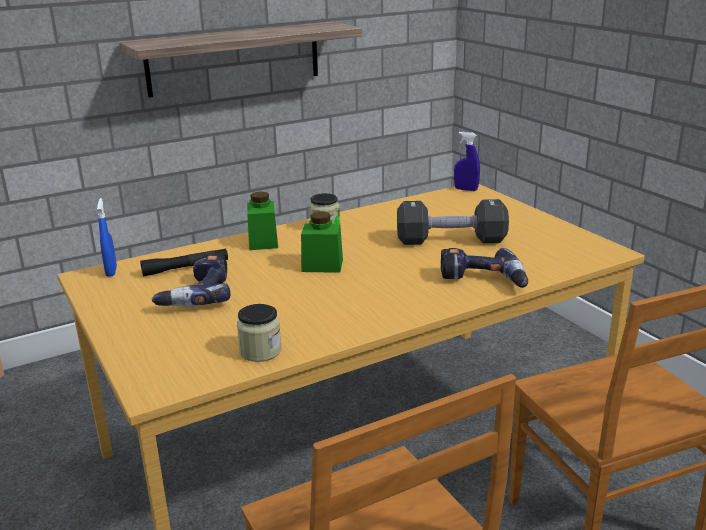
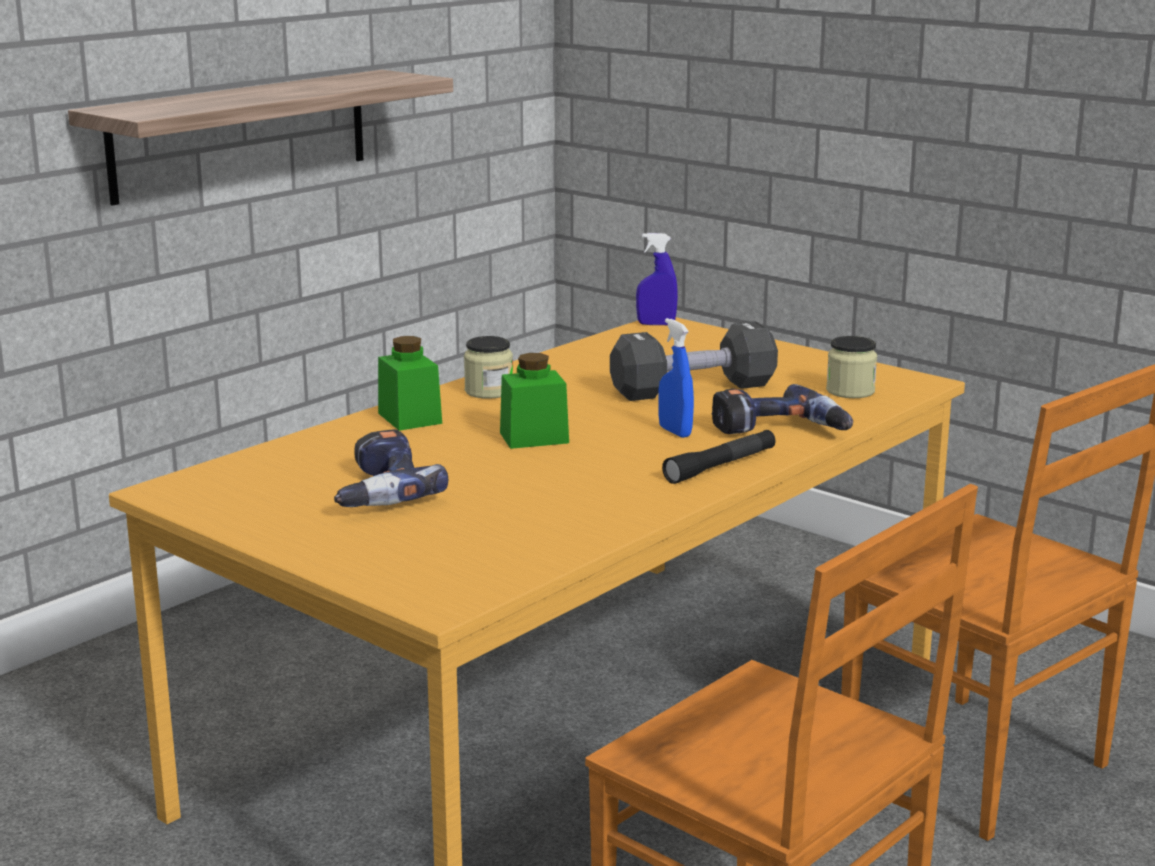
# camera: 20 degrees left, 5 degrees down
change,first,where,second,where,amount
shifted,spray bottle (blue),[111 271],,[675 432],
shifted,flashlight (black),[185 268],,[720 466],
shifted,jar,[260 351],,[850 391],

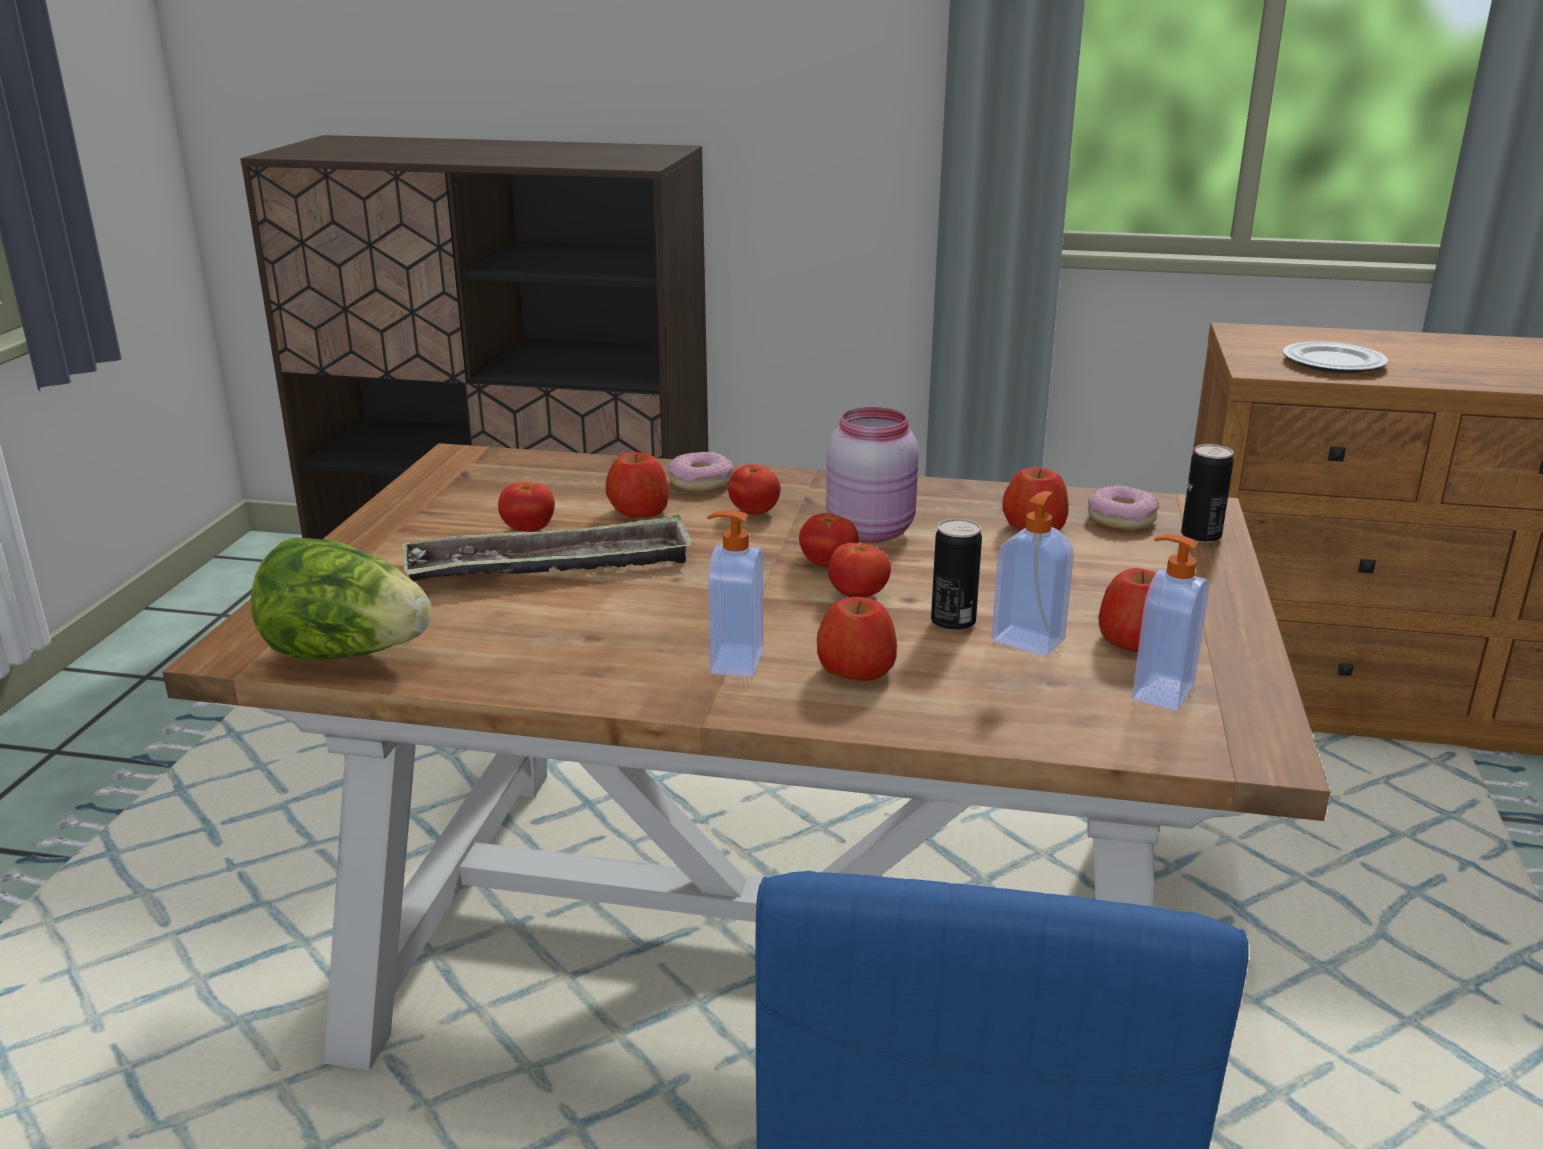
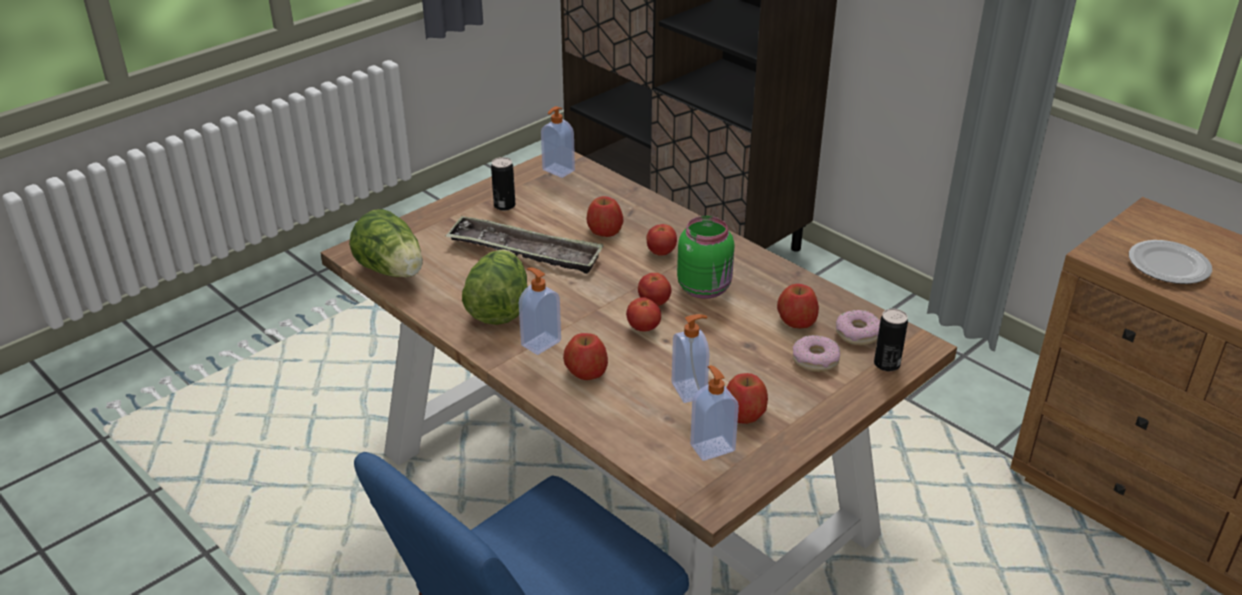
# camera: 35 degrees right, 10 degrees up
change,first,where,second,where,amount
gone,tomato,[528 530],,,
new,,,lettuce,[498 308],
new,,,soap dispenser,[557 171],
shifted,donut,[700 482],,[815 360],
shifted,can,[953 622],,[504 205],
repainted,jar (pink),[871 530],jar (green),[705 288],

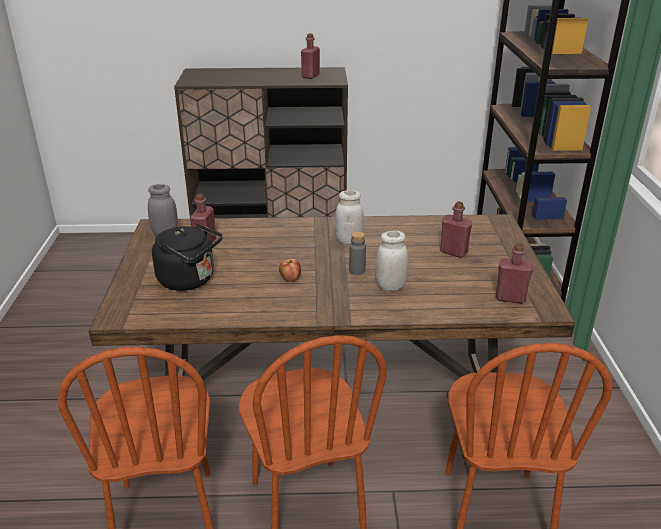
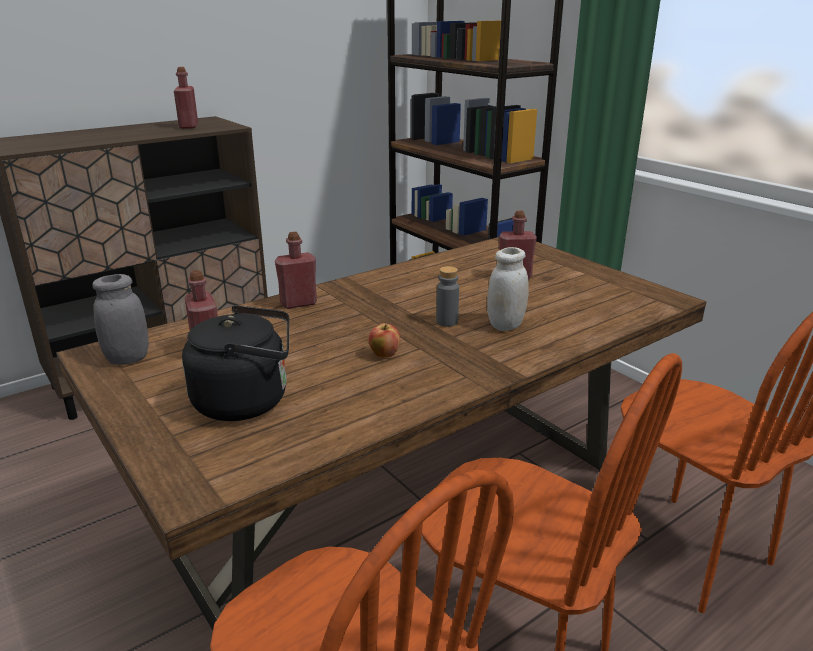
# camera: 35 degrees left, 5 degrees down
change,first,where,second,where,amount
gone,jar (white),[349 240],,,
shifted,bottle (red),[510 298],,[298 303],

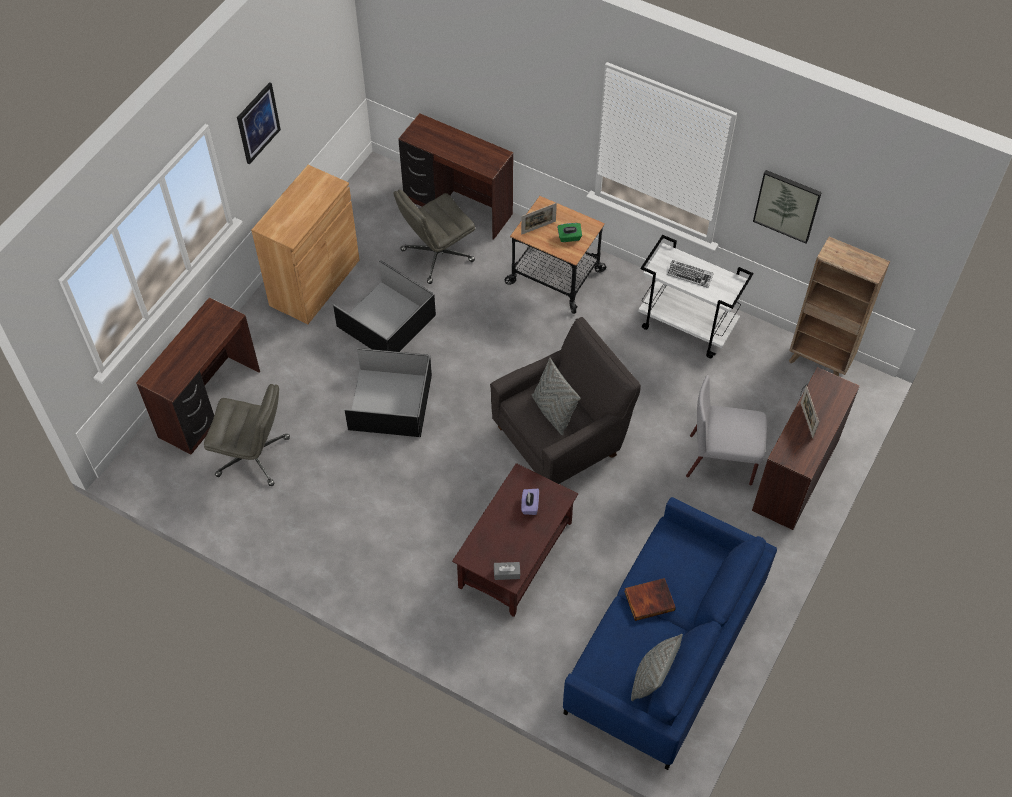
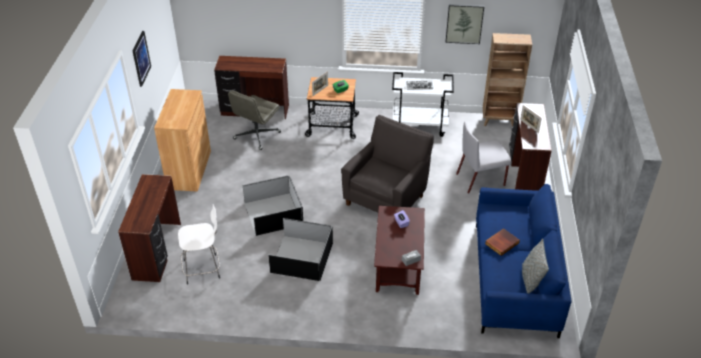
# camera: 25 degrees left, 15 degrees down
change,first,where,second,where,amount
gone,pillow (grey),[553 412],,,
shifted,storage box (black),[386 319],,[302 257],
swapped,office chair (grey),[254 456],stool (white),[203 269],

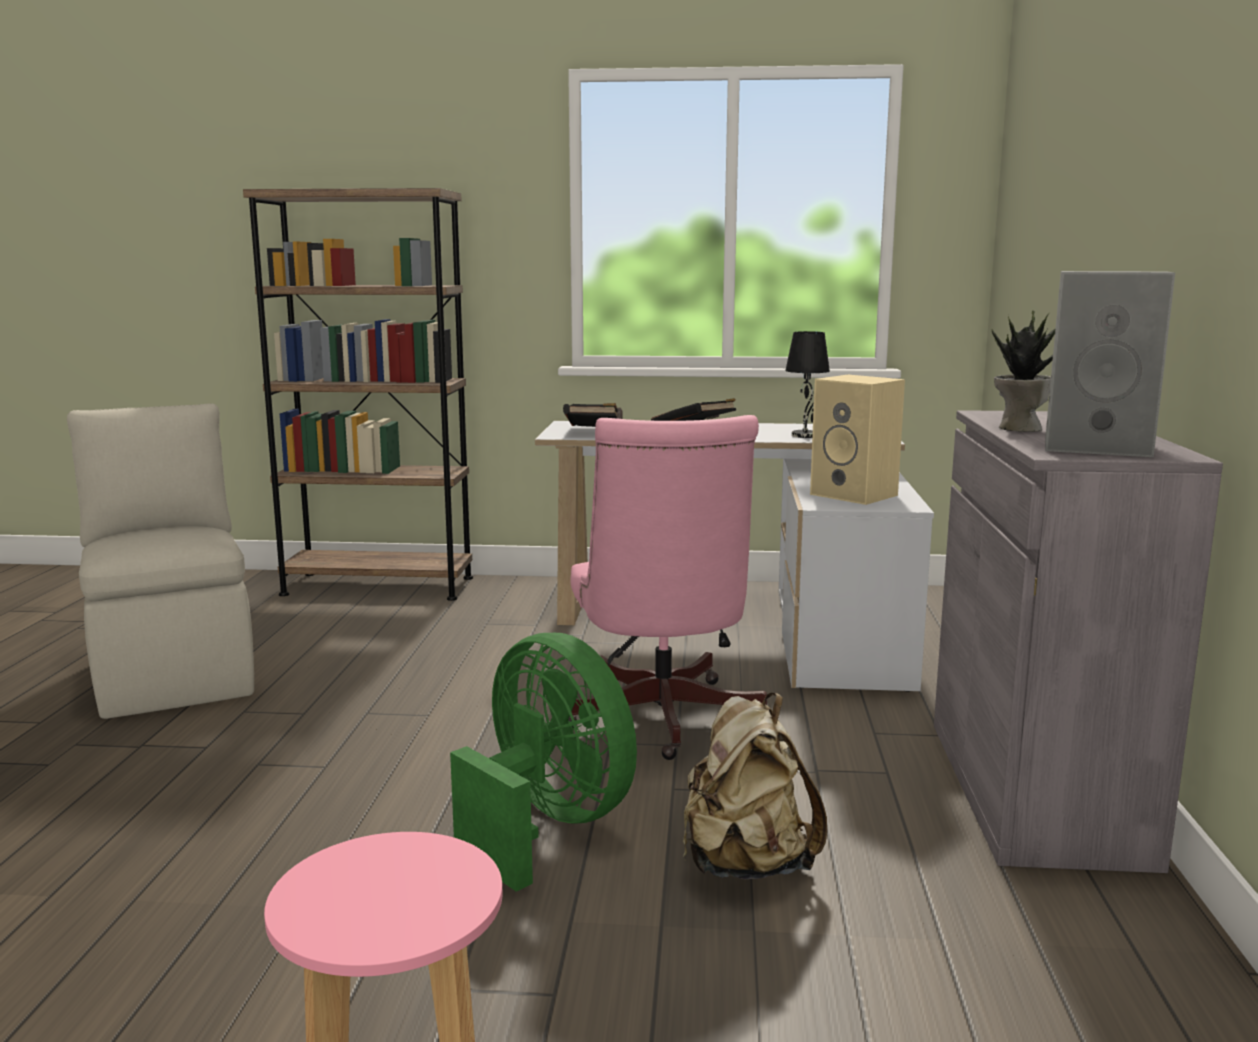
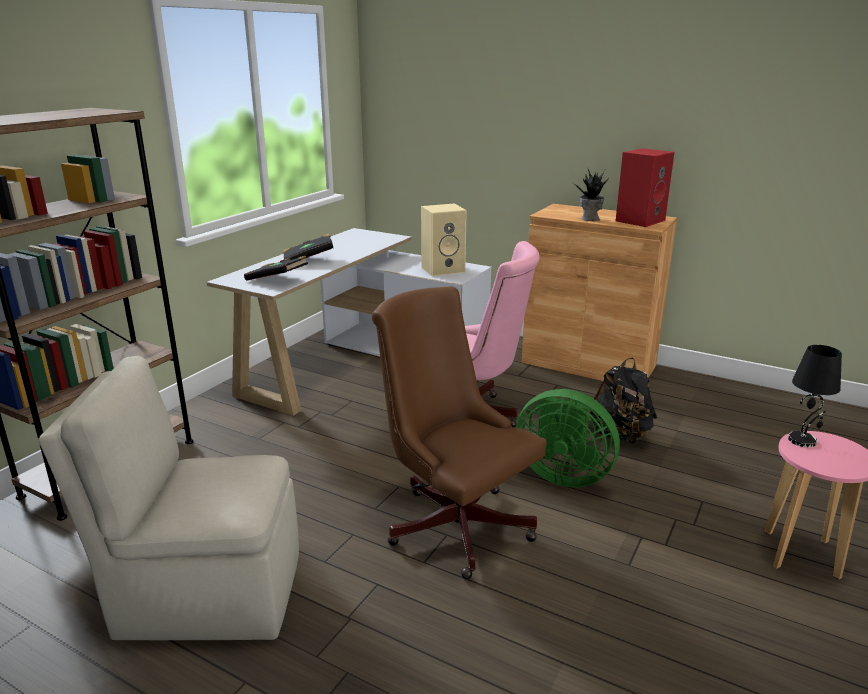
# camera: 65 degrees left, 10 degrees up
change,first,where,second,where,amount
new,,,office chair (brown),[454 522],
shifted,table lamp (black),[805 435],,[802 440],
repainted,backpack (beige),[745 865],backpack (black),[620 435],
repainted,cabinet (grey),[1035 790],cabinet (brown),[588 364],
repainted,speaker (grey),[1099 446],speaker (red),[640 220],
rotated,fan (green),[547 826],,[562 474],135 degrees counterclockwise

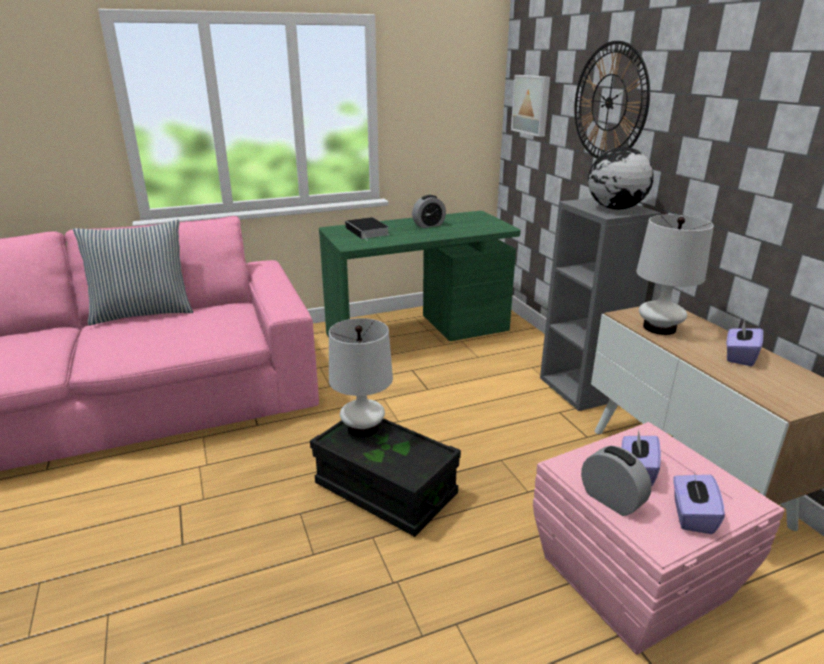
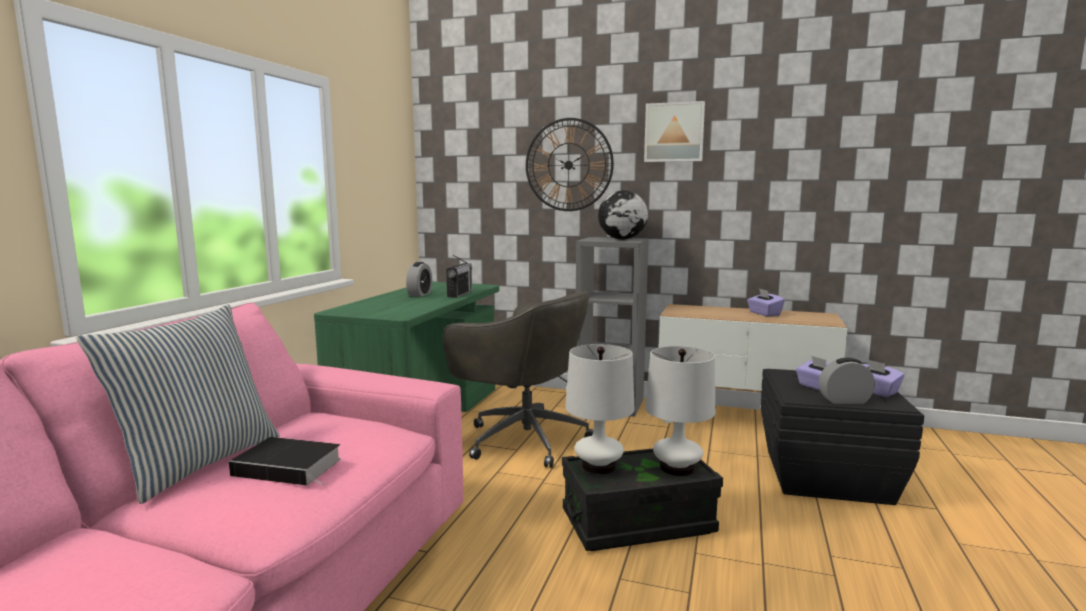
# camera: 50 degrees left, 15 degrees down
change,first,where,second,where,amount
new,,,office chair (grey),[523 439],
new,,,radio,[459 294],
shifted,book,[368 231],,[291 467],
shifted,picture,[532 105],,[674 132],
shifted,table lamp (white),[659 328],,[677 468],
repainted,storage box (pink),[633 575],storage box (black),[824 475],

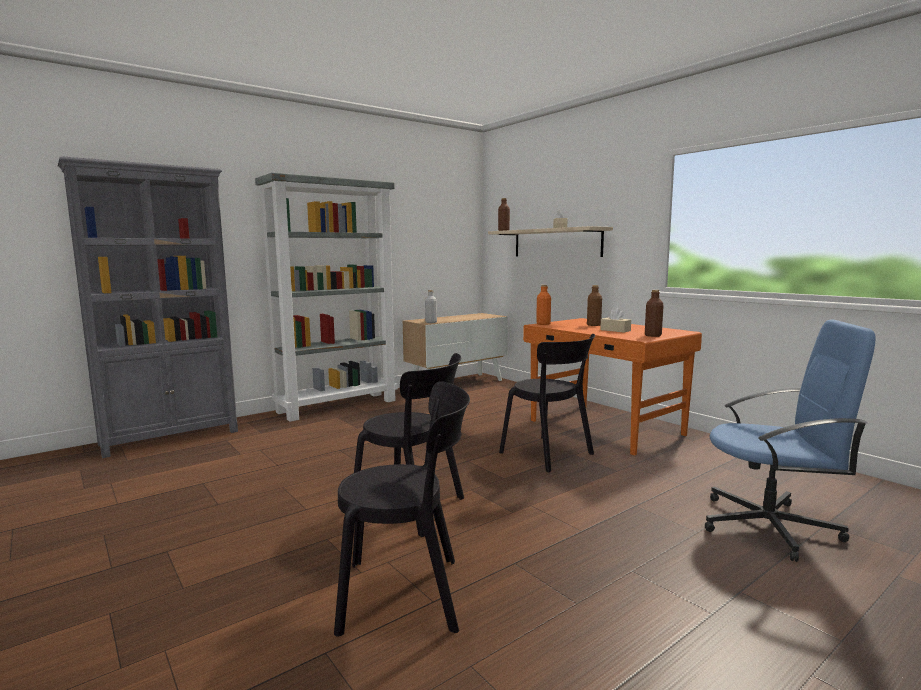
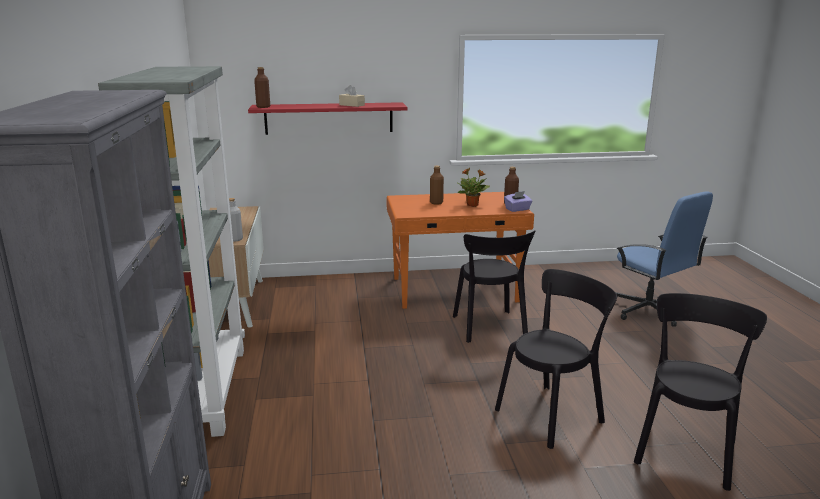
# camera: 60 degrees left, 10 degrees up
change,first,where,second,where,amount
gone,bottle (orange),[543 324],,,
new,,,tissue box (purple),[517 209],
swapped,tissue box (beige),[615 330],potted plant,[473 205],
repainted,shelf (beige),[556 243],shelf (red),[329 118],
rotated,chair (black),[549 455],,[490 328],90 degrees clockwise
rotated,office chair (blue),[770 526],,[648 310],105 degrees clockwise

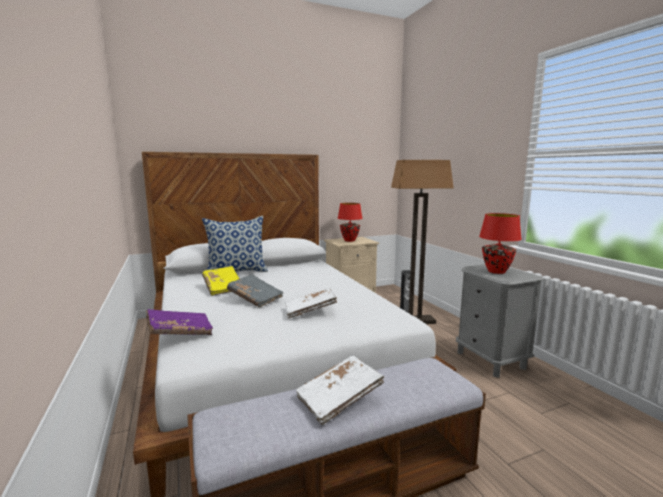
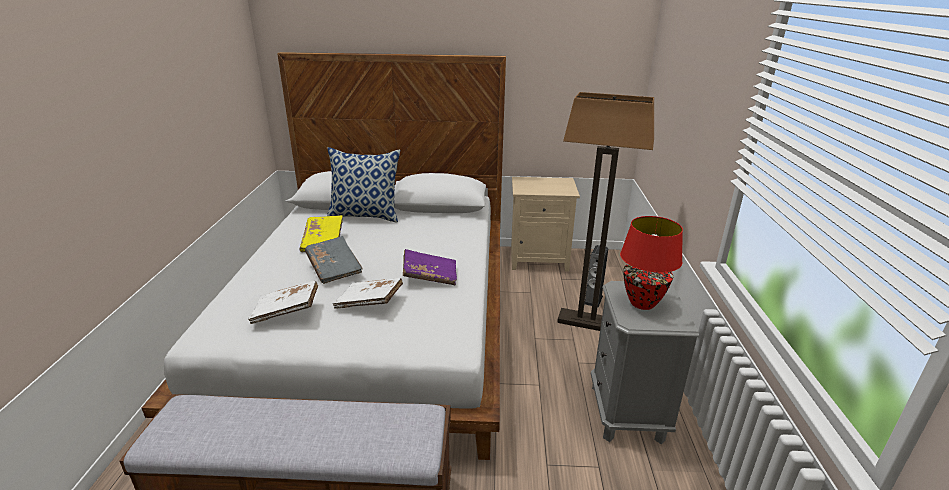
# camera: 25 degrees right, 15 degrees up
change,first,where,second,where,amount
gone,table lamp (red),[349 240],,,
shifted,book (purple),[180 333],,[430 276],
shifted,book (white),[339 399],,[286 311],

